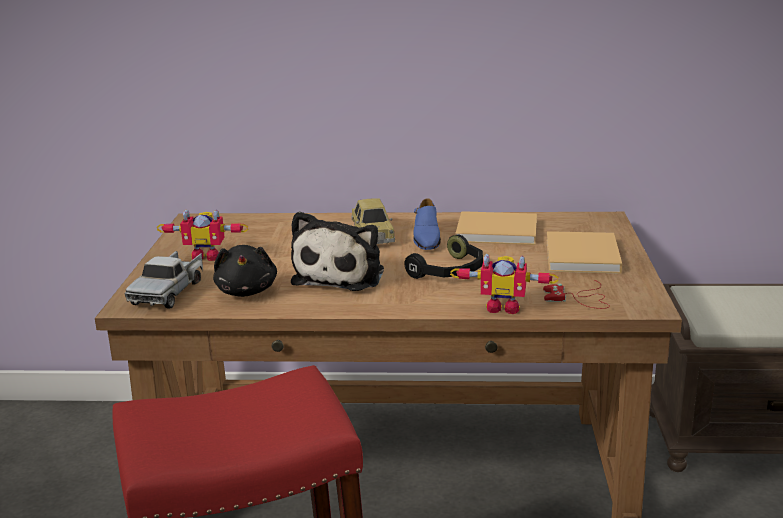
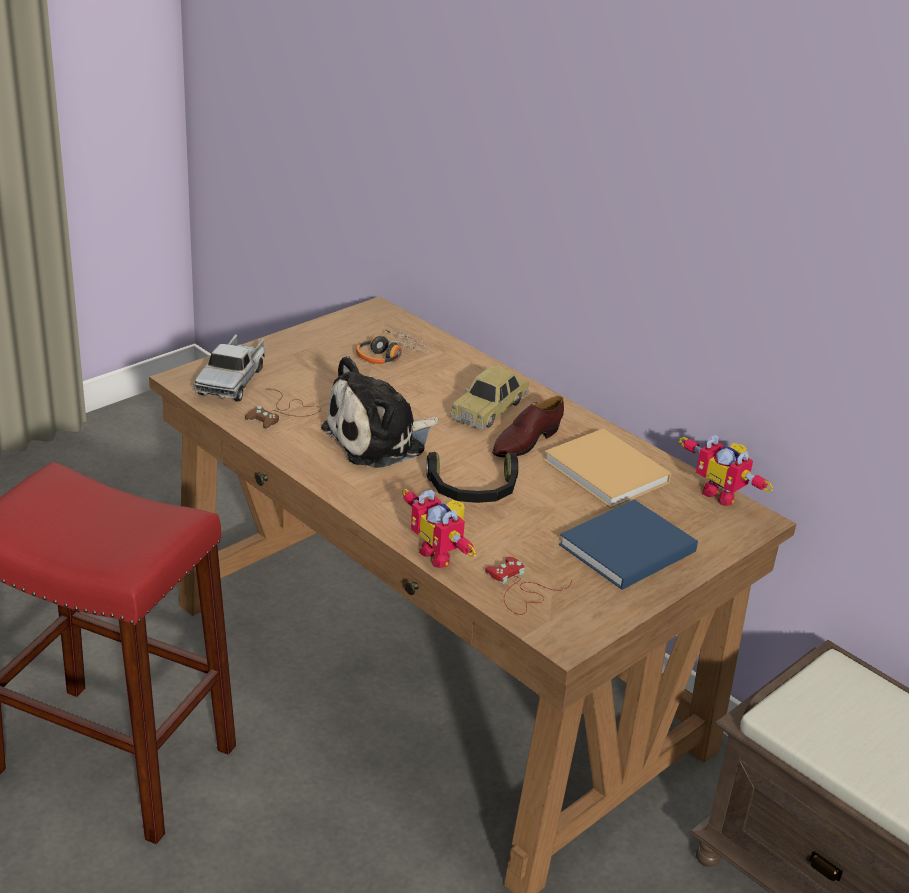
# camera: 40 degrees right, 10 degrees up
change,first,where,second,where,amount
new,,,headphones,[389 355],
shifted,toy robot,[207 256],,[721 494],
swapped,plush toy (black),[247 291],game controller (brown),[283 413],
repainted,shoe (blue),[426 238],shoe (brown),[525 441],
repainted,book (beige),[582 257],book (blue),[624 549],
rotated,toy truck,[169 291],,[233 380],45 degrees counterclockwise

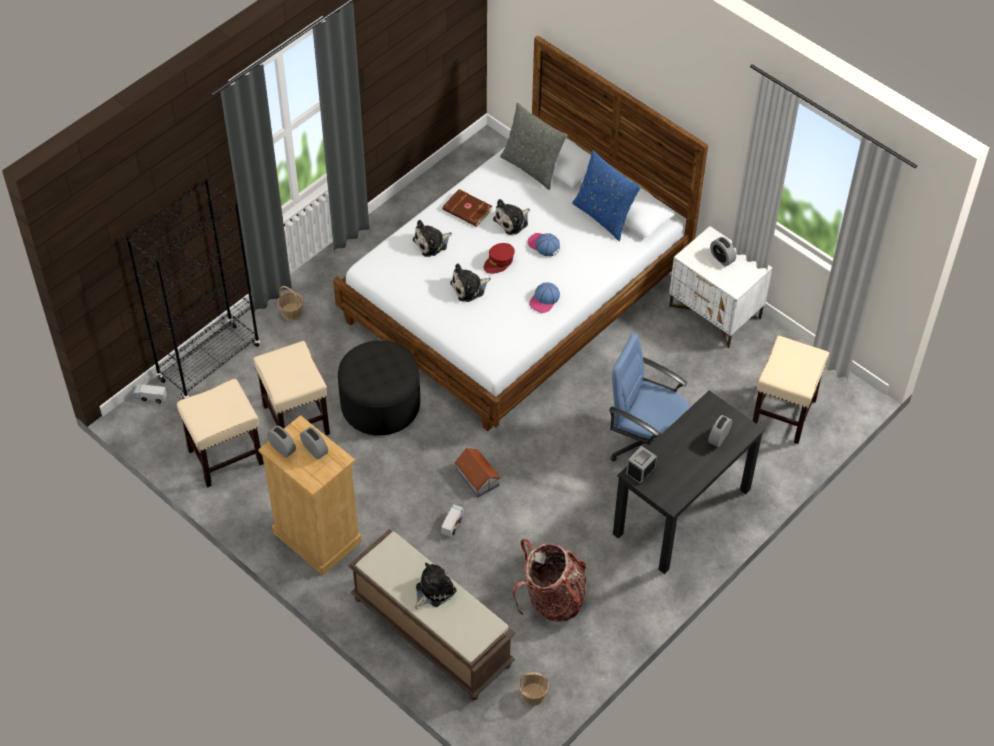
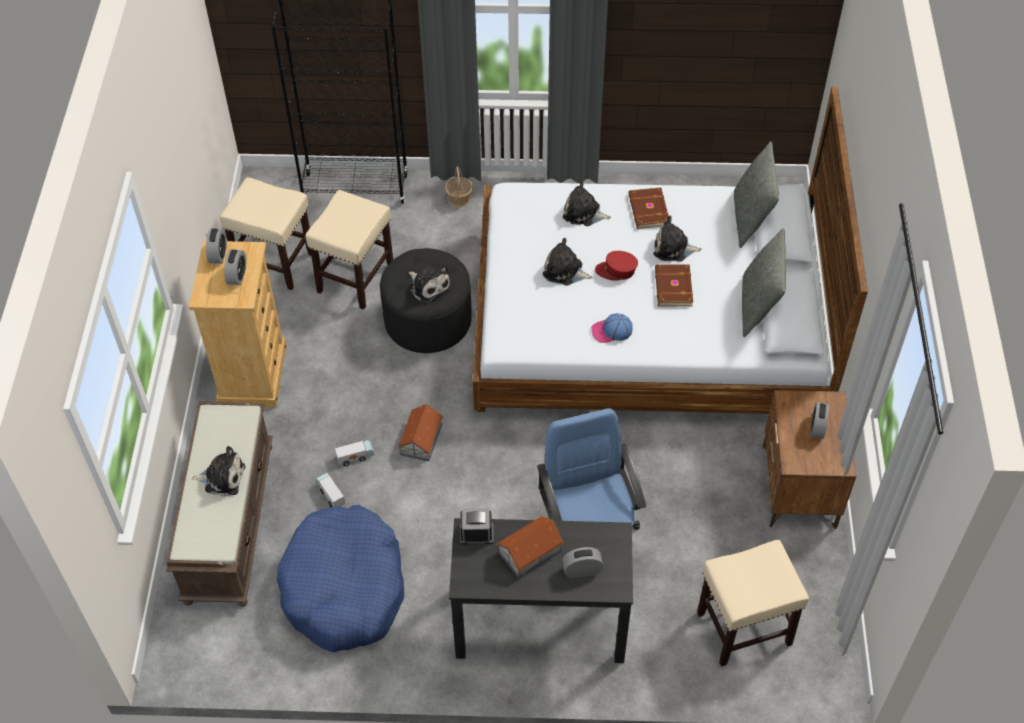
# camera: 50 degrees right, 0 degrees up
change,first,where,second,where,amount
gone,basket,[533 694],,,
new,,,plush toy,[428 286],
new,,,toy house,[530 552],
shifted,toy truck,[150 397],,[331 494],
swapped,backpack,[552 599],dog bed (blue),[344 588],
swapped,cap,[543 245],book (brown),[672 287],
repainted,pillow (blue),[604 216],pillow (grey),[758 306],
repainted,nightstand (white),[715 313],nightstand (brown),[799 487],

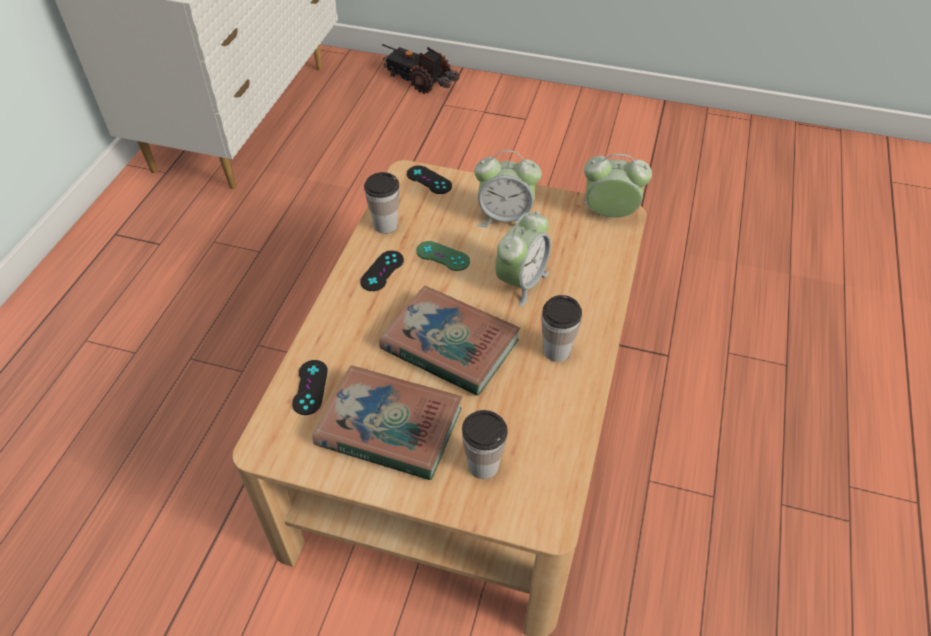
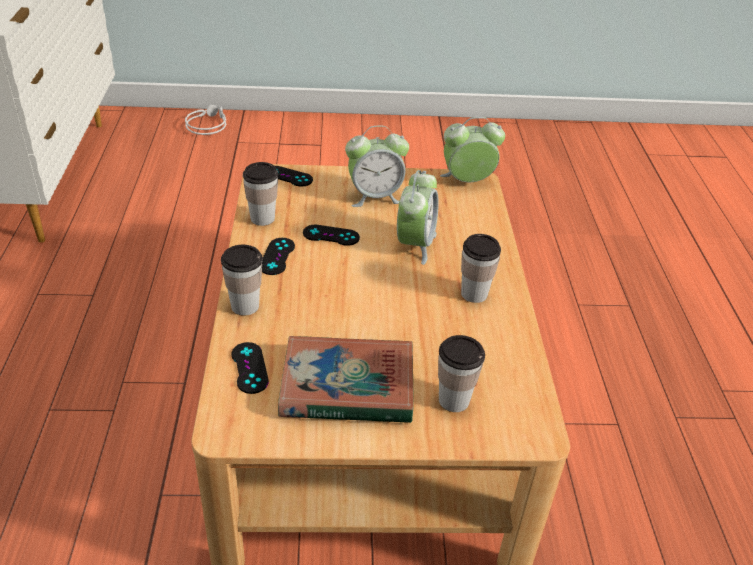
# camera: 20 degrees left, 10 degrees down
change,first,where,second,where,amount
gone,book,[449 345],,,
new,,,cup,[245 306],
swapped,toy truck,[420 80],headphones (grey),[206 125],
repainted,game controller (green),[443 256],game controller (black),[331 235],

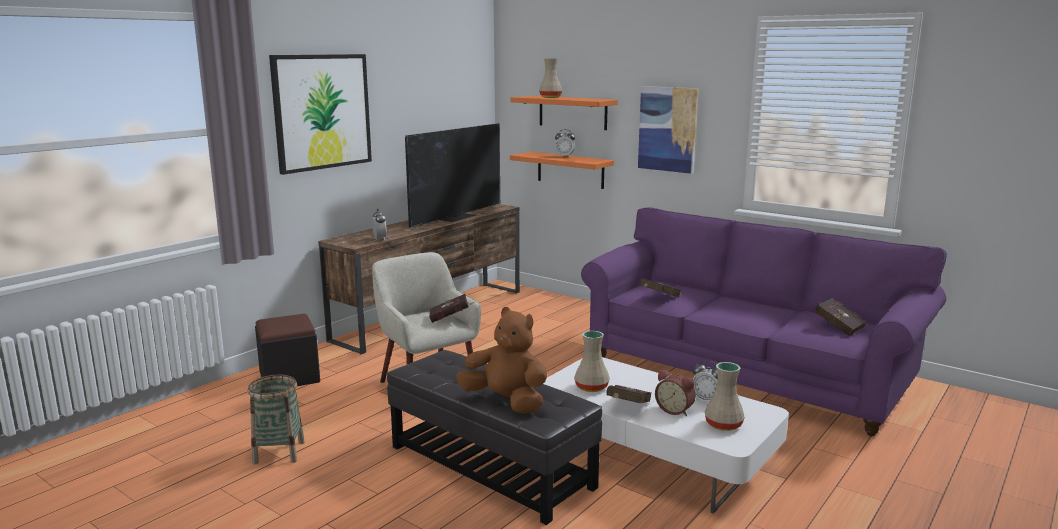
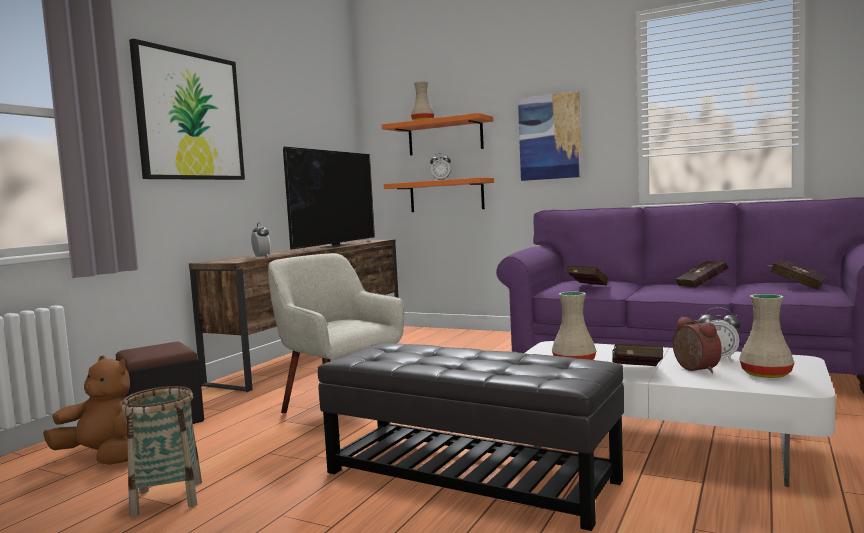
# camera: 10 degrees left, 10 degrees down
change,first,where,second,where,amount
shifted,book (red),[451 319],,[704 285],
shifted,plush toy (brown),[506 402],,[102 457],
rotated,alarm clock,[675 410],,[694 369],135 degrees counterclockwise

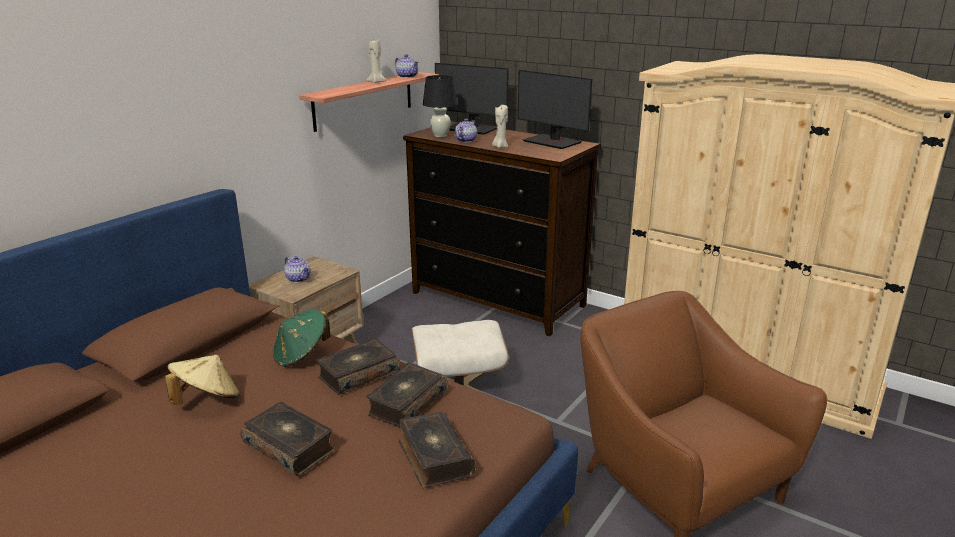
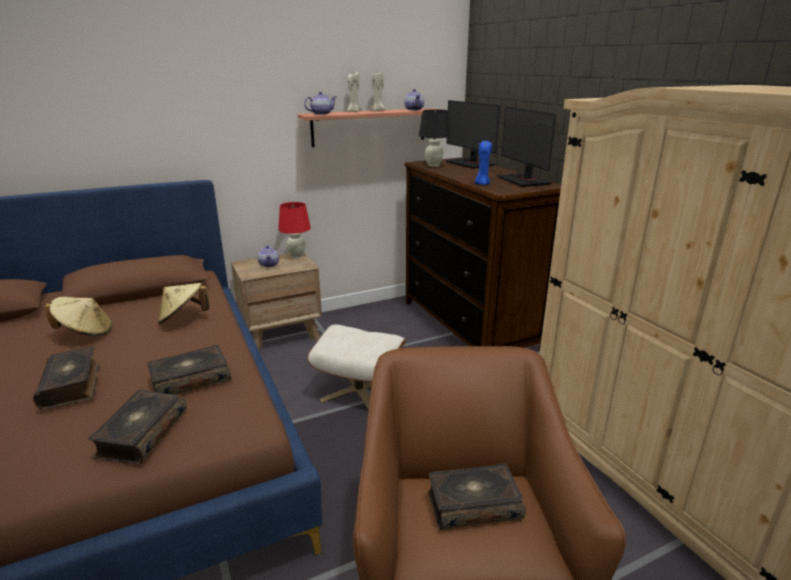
# camera: 30 degrees right, 0 degrees up
change,first,where,second,where,amount
new,,,table lamp (red),[297 256],
new,,,candle (blue),[482 184],
shifted,book,[358 374],,[473 504],
shifted,teapot,[465 140],,[321 114],
shifted,candle (beige),[500 147],,[354 112],
repainted,hat (green),[301 355],hat (beige),[183 318],

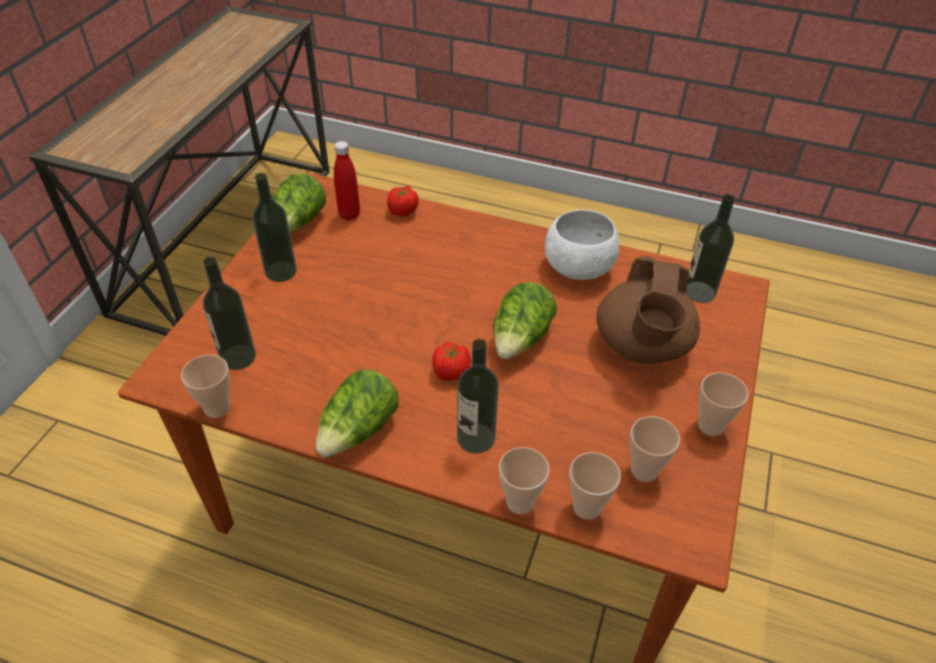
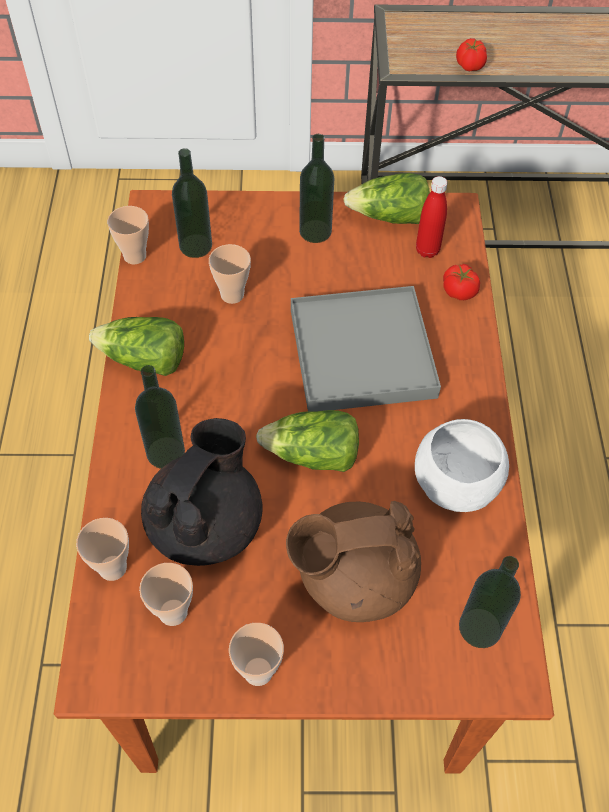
# camera: 70 degrees right, 10 degrees up
change,first,where,second,where,amount
new,,,teapot (black),[206 523],
new,,,tray (grey),[361 353],
shifted,tomato,[452 372],,[469 66],
shifted,cup,[520 502],,[232 295],

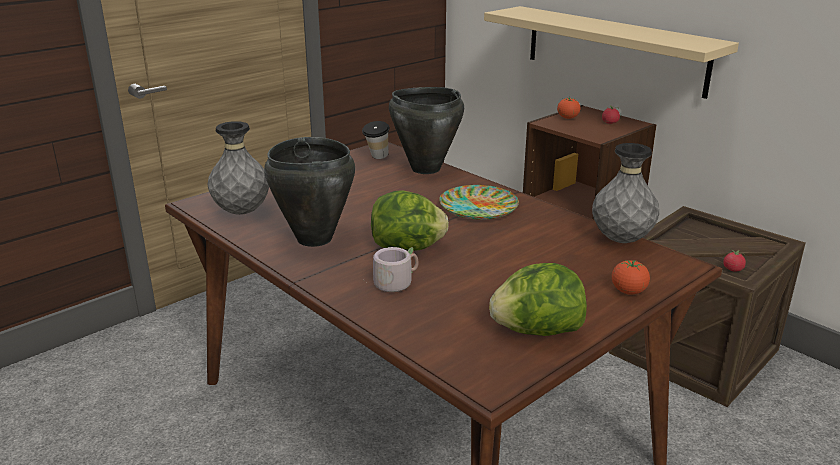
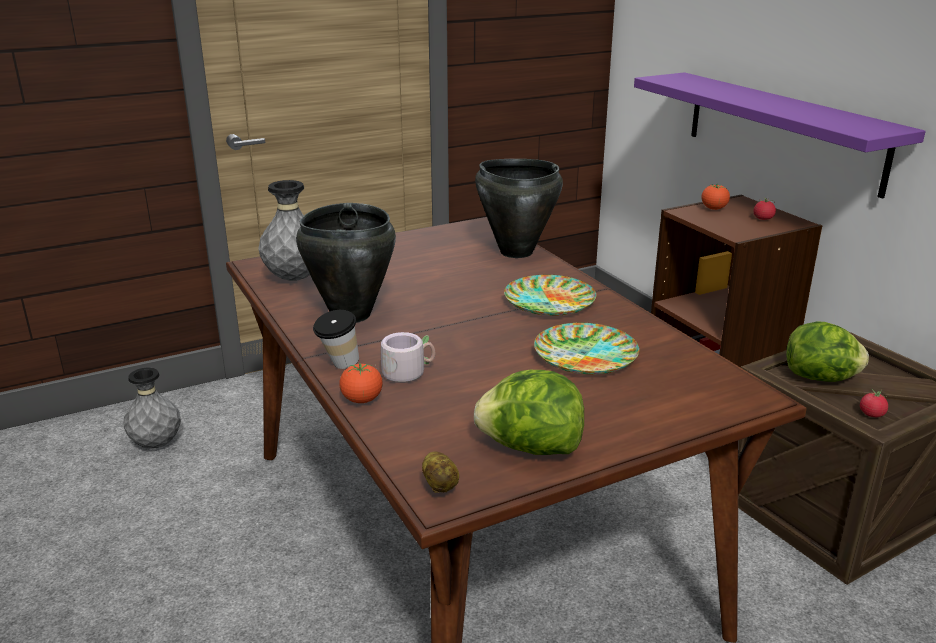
# camera: 15 degrees right, 0 degrees up
change,first,where,second,where,amount
new,,,potato,[441 485],
new,,,plate,[585 355],
shifted,cup,[377 158],,[339 366],
shifted,lettuce,[408 248],,[820 378],
shifted,vase (grey),[621 240],,[157 444],
shifted,tomato,[628 292],,[362 400],
repainted,shelf (beige),[614 50],shelf (purple),[782 130],

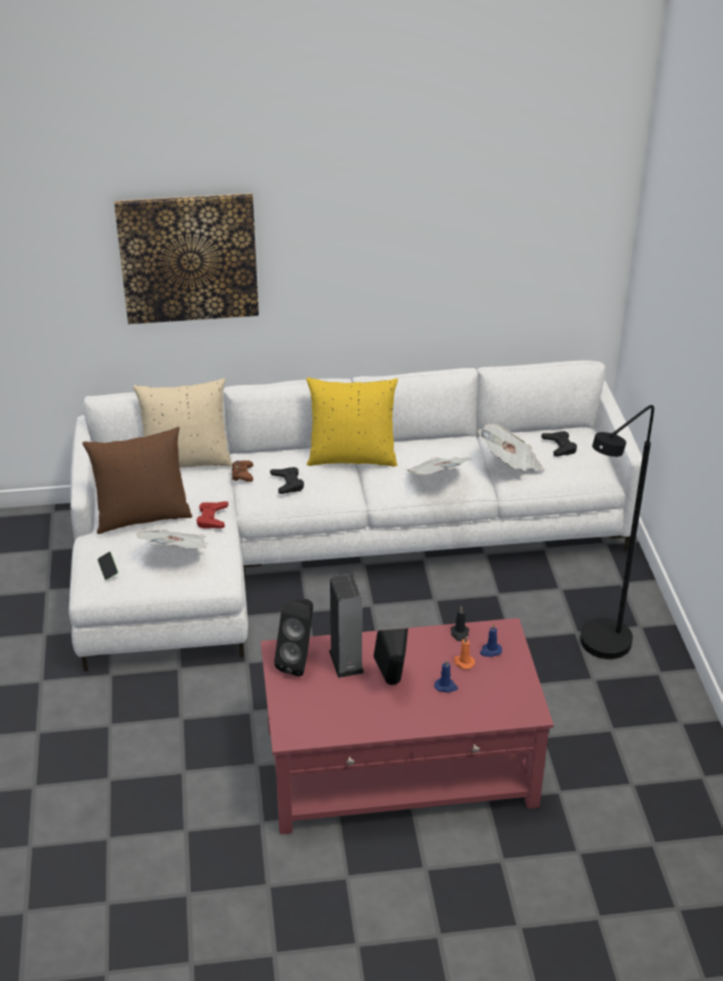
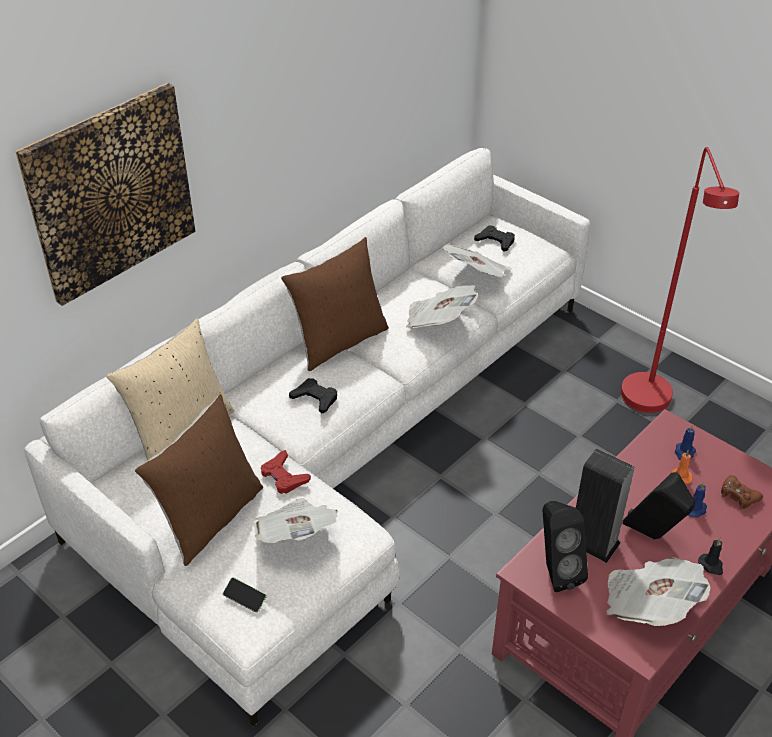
# camera: 40 degrees left, 5 degrees up
change,first,where,second,where,amount
new,,,newspaper,[648 604],
shifted,game controller (brown),[242 474],,[738 496],
shifted,candle (black),[459 633],,[711 565],
repainted,pillow (yellow),[352 457],pillow (brown),[339 341],
repainted,floor lamp (black),[599 650],floor lamp (red),[650 405],

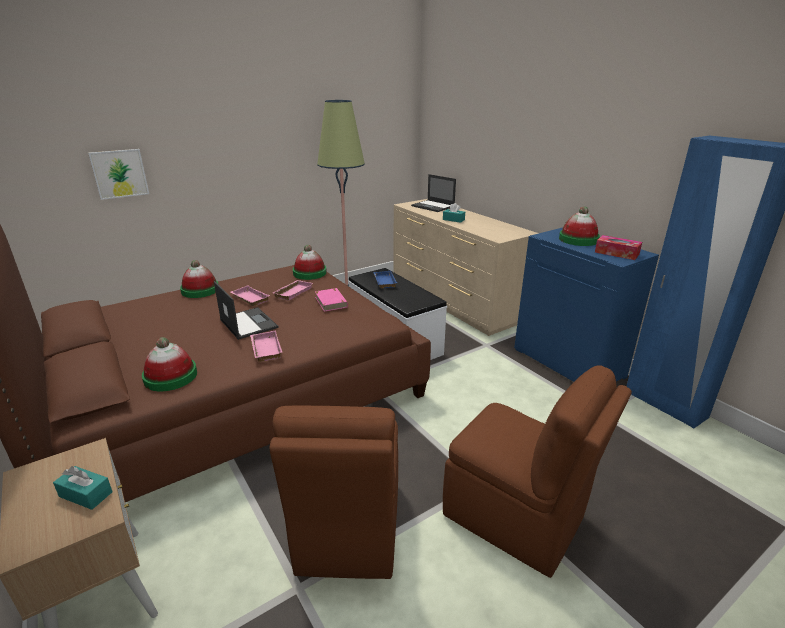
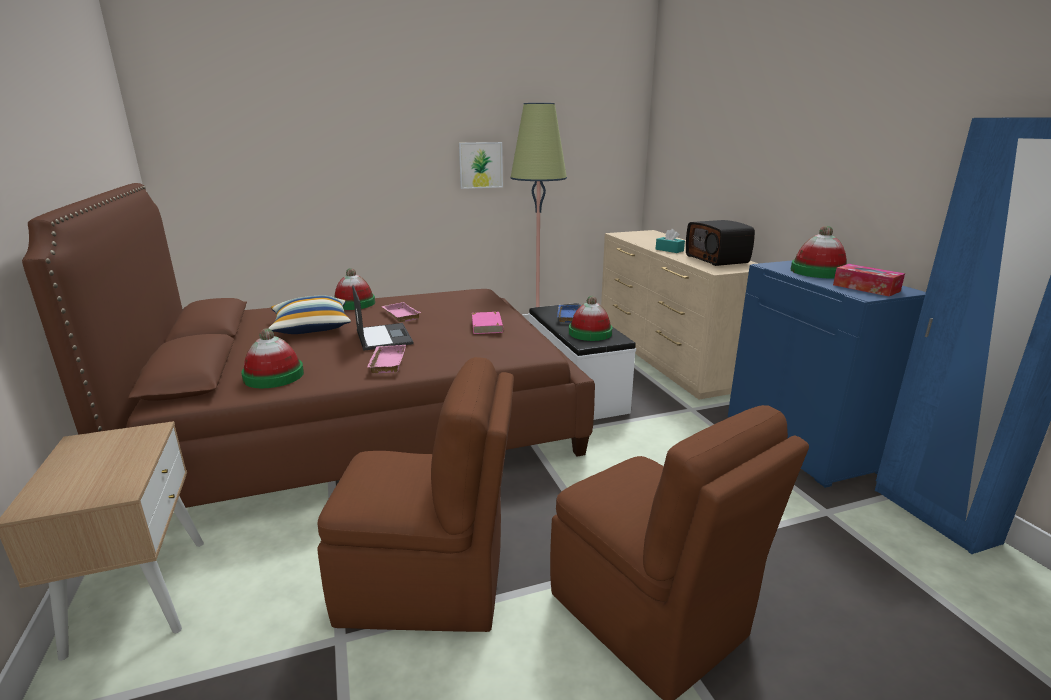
# camera: 15 degrees right, 5 degrees down
change,first,where,second,where,amount
gone,tissue box (turquoise),[86 494],,,
gone,tray (pink),[292 292],,,
gone,laptop,[433 206],,,
new,,,pillow,[311 327],
new,,,radio,[717 259],
shifted,picture,[119 173],,[480 165],
shifted,hat,[309 273],,[590 333],
rotated,chair (brown),[348 528],,[428 585],105 degrees counterclockwise

